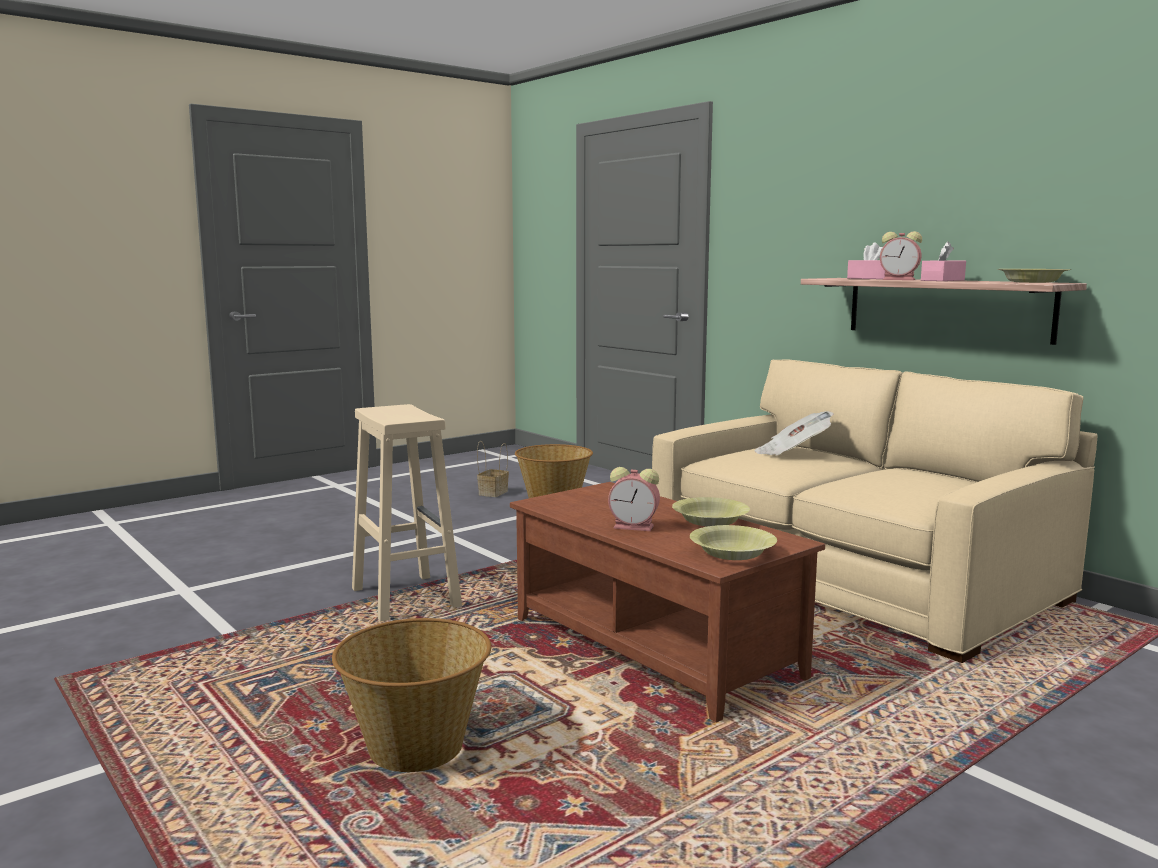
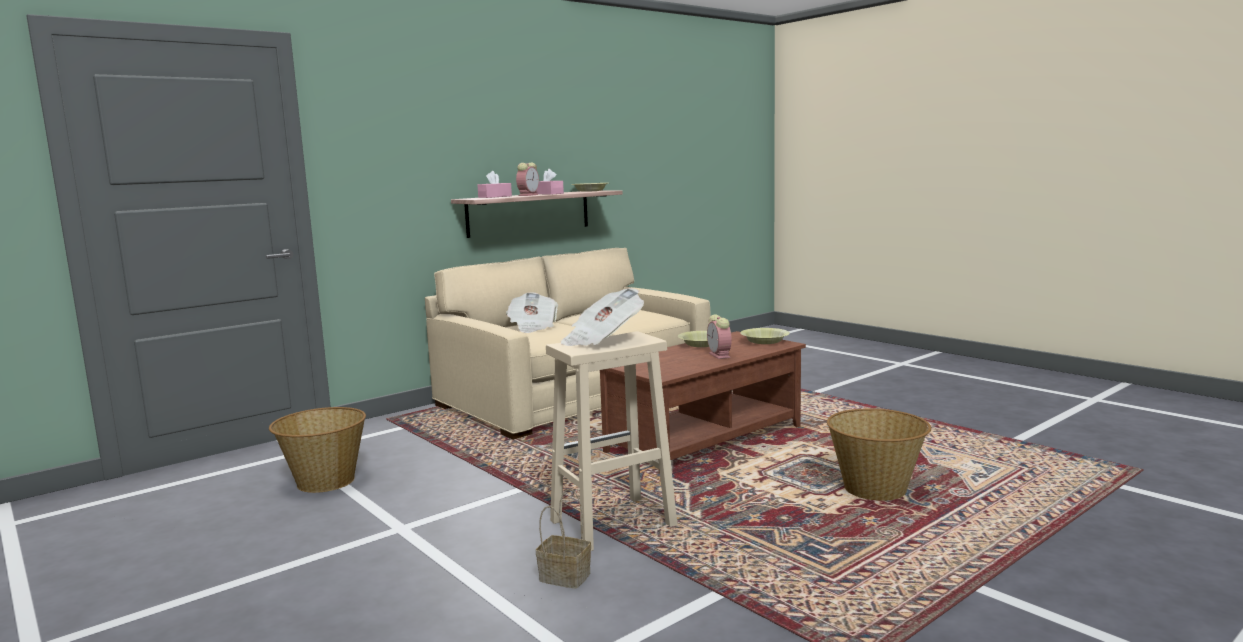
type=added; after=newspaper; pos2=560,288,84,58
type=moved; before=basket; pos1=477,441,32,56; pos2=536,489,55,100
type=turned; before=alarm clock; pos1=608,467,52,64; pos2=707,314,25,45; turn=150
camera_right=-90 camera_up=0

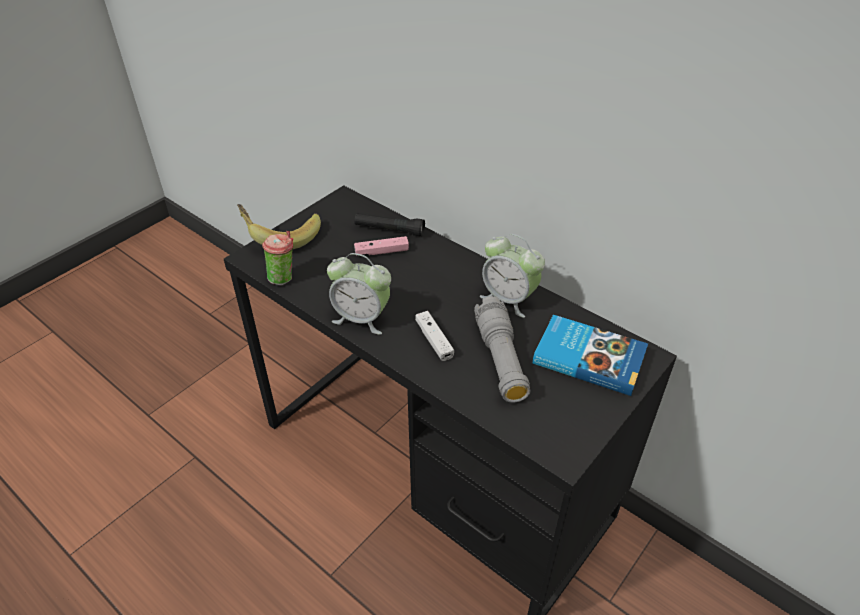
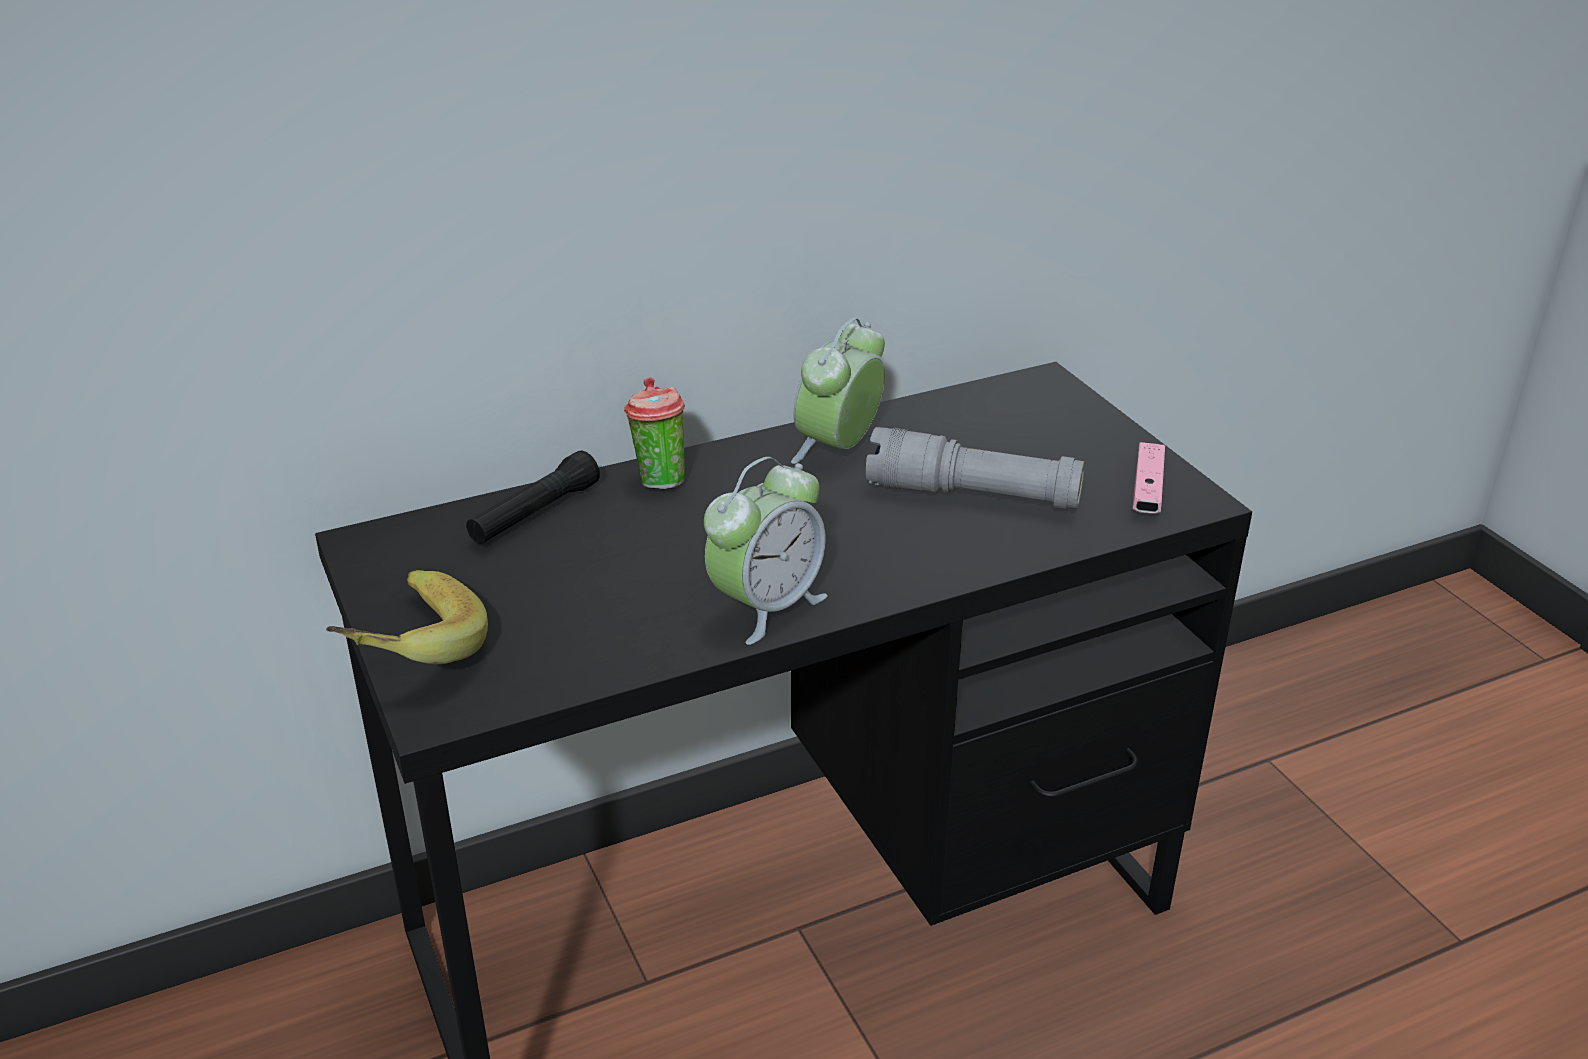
type=removed; before=white game controller; pos1=415,311,39,50
type=removed; before=book; pos1=533,315,115,81
type=moved; before=cup; pos1=262,231,31,55; pos2=624,377,61,112
type=moved; before=pink game controller; pos1=354,236,55,19; pos2=1132,442,33,72
type=turned; before=alarm clock; pos1=480,234,65,84; pos2=791,318,94,146; turn=150
camera_right=-65 camera_up=-10

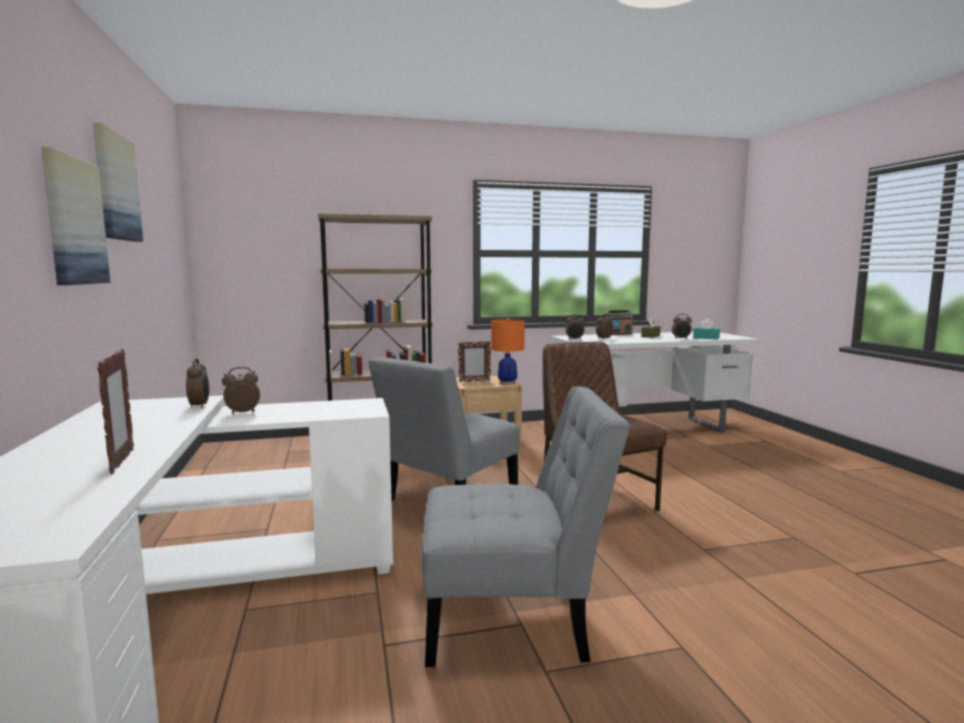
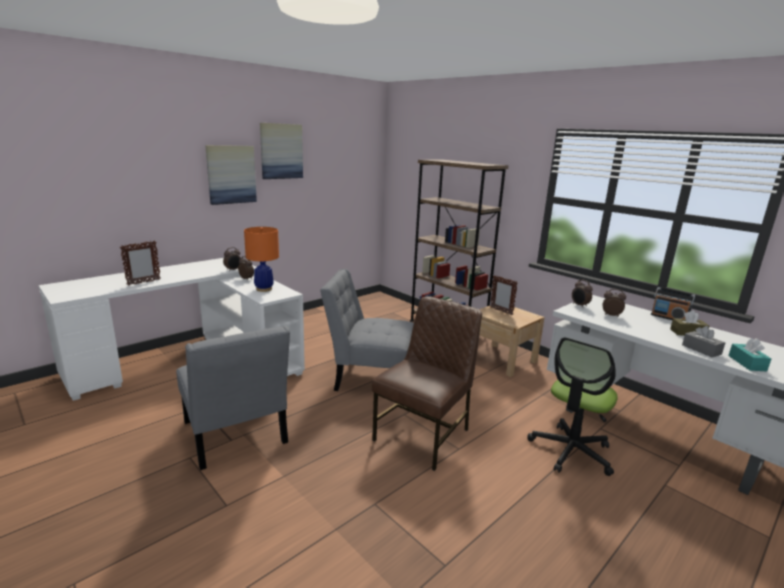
type=added; after=office chair; pos2=527,337,91,139
type=moved; before=orange table lamp; pos1=491,318,34,67; pos2=244,227,35,65
type=replaced; before=alarm clock; after=grey tissue box; pos1=672,314,20,25; pos2=682,326,43,31
camera_right=60 camera_up=10

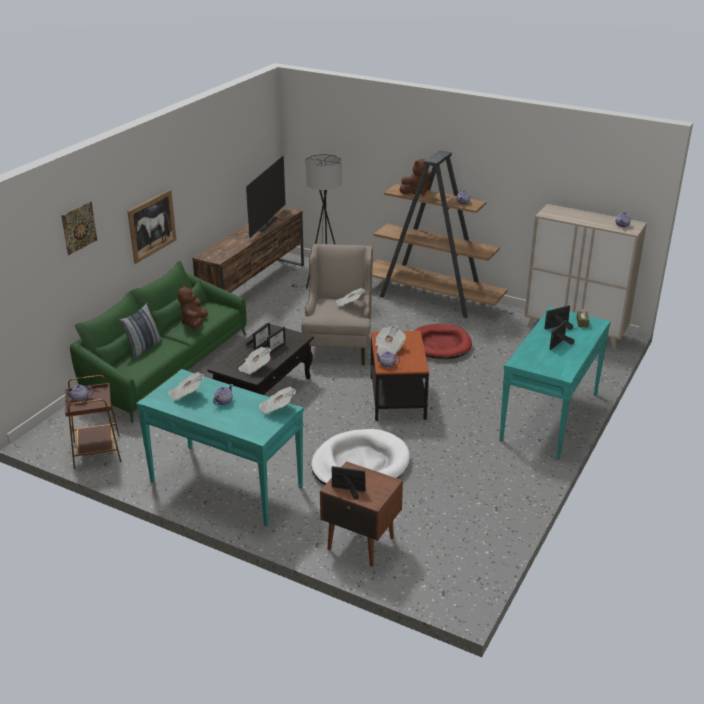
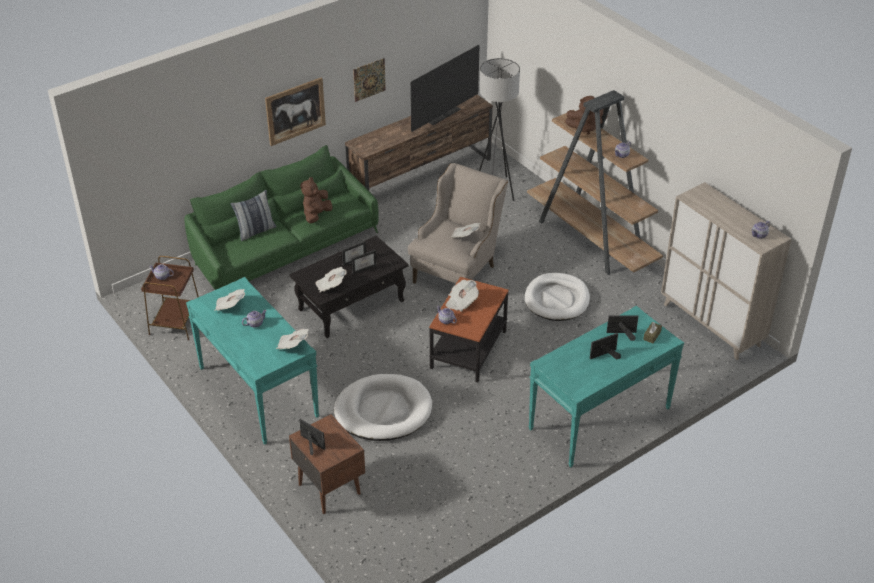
type=moved; before=picture; pos1=61,202,36,53; pos2=353,58,33,44
type=recoloured; before=red dog bed; after=white dog bed; pos1=414,324,58,35; pos2=525,273,65,48
camera_right=25 camera_up=10

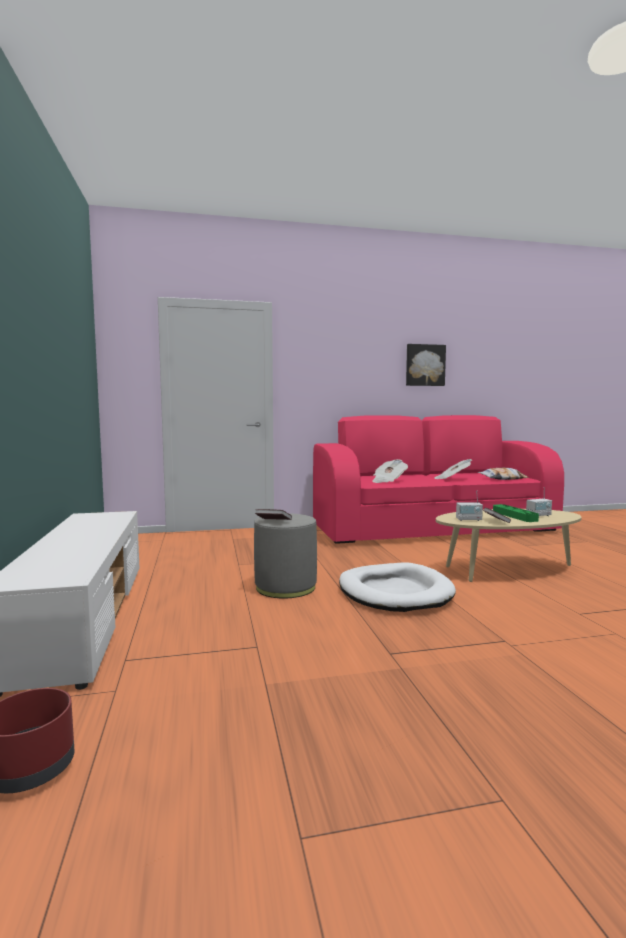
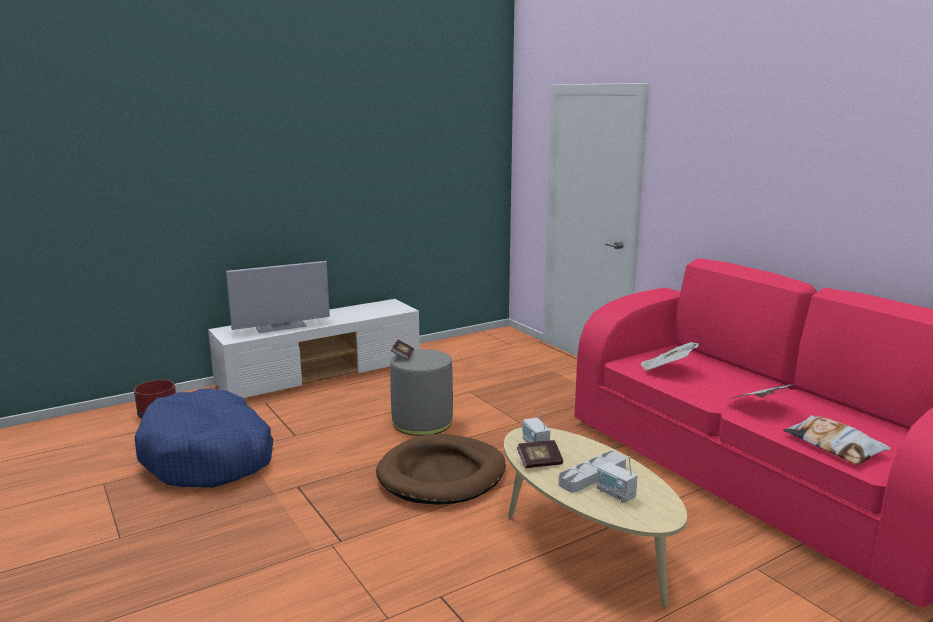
type=removed; before=picture; pos1=406,344,40,42
type=added; after=blue dog bed; pos2=135,388,138,100
type=added; after=television; pos2=226,261,104,72
type=recoloured; before=white dog bed; after=brown dog bed; pos1=339,562,117,50; pos2=376,434,130,70
type=recoloured; before=green tray; after=grey tray; pos1=493,504,46,18; pos2=558,451,68,42
camera_right=70 camera_up=10

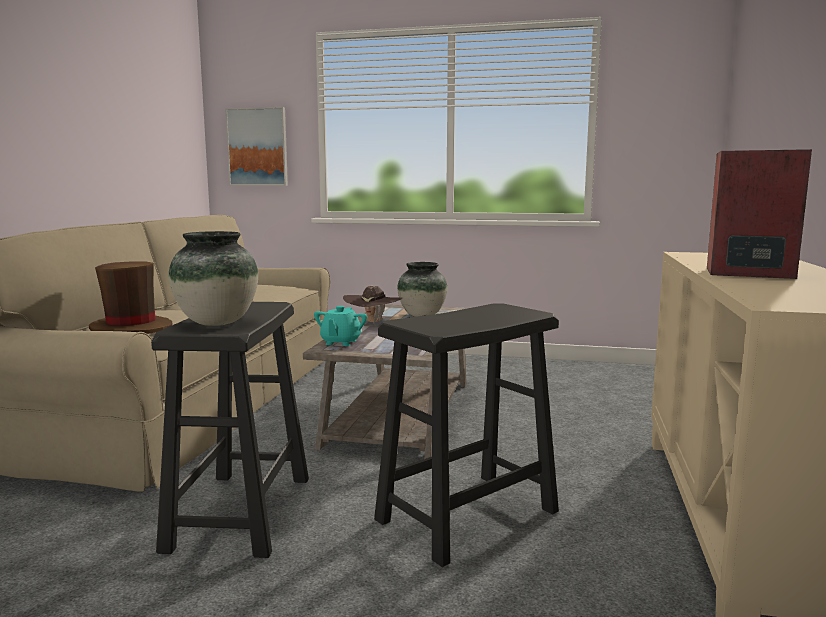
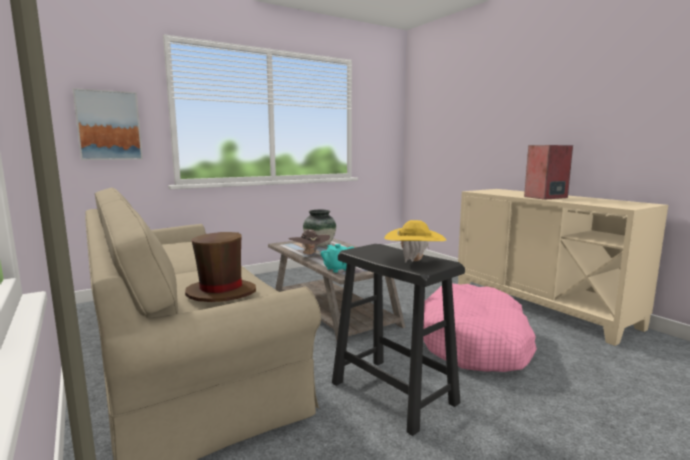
type=replaced; before=vase; after=yellow hat; pos1=169,231,89,95; pos2=384,220,62,43
type=replaced; before=black stool; after=pink dog bed; pos1=374,303,185,264; pos2=423,283,114,89
camera_right=-45 camera_up=0

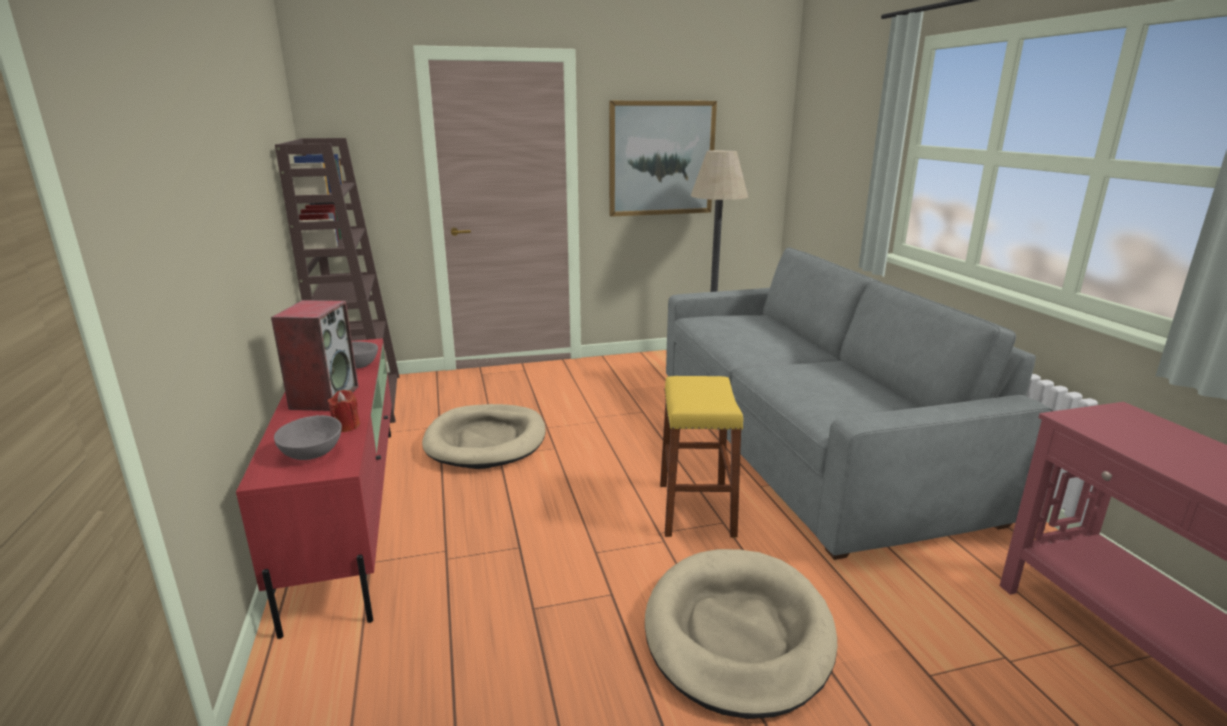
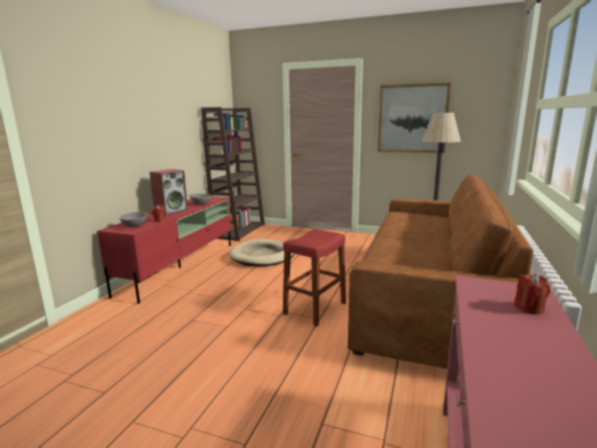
type=removed; before=beige dog bed; pos1=645,549,192,170
type=added; after=red candle; pos2=514,274,36,40
type=recoloured; before=yellow stool; after=red stool; pos1=660,376,84,161; pos2=283,229,63,97
type=recoloured; before=grey sofa; after=brown sofa; pos1=666,247,387,313; pos2=348,174,185,197
camera_right=35 camera_up=-5

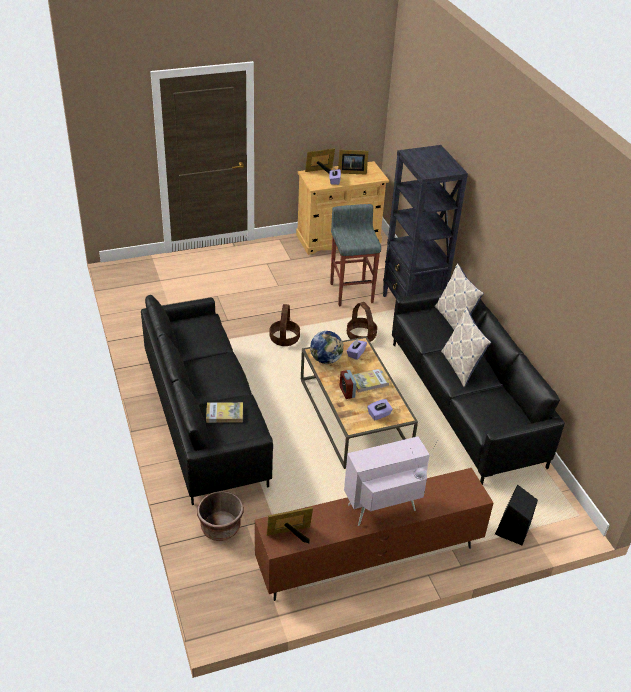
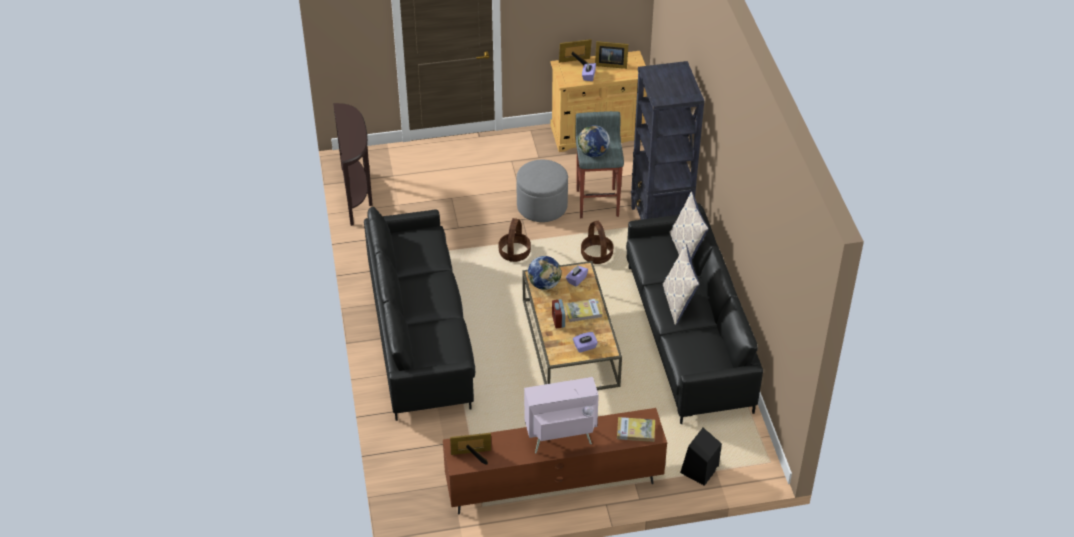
type=removed; before=brown planter; pos1=197,491,47,50
type=added; after=brown console table; pos2=333,103,40,123
type=added; after=grey ottoman; pos2=516,160,52,62
type=added; after=globe; pos2=578,125,32,32
type=moved; before=book; pos1=206,402,37,21; pos2=617,417,38,25
camera_right=10 camera_up=5

